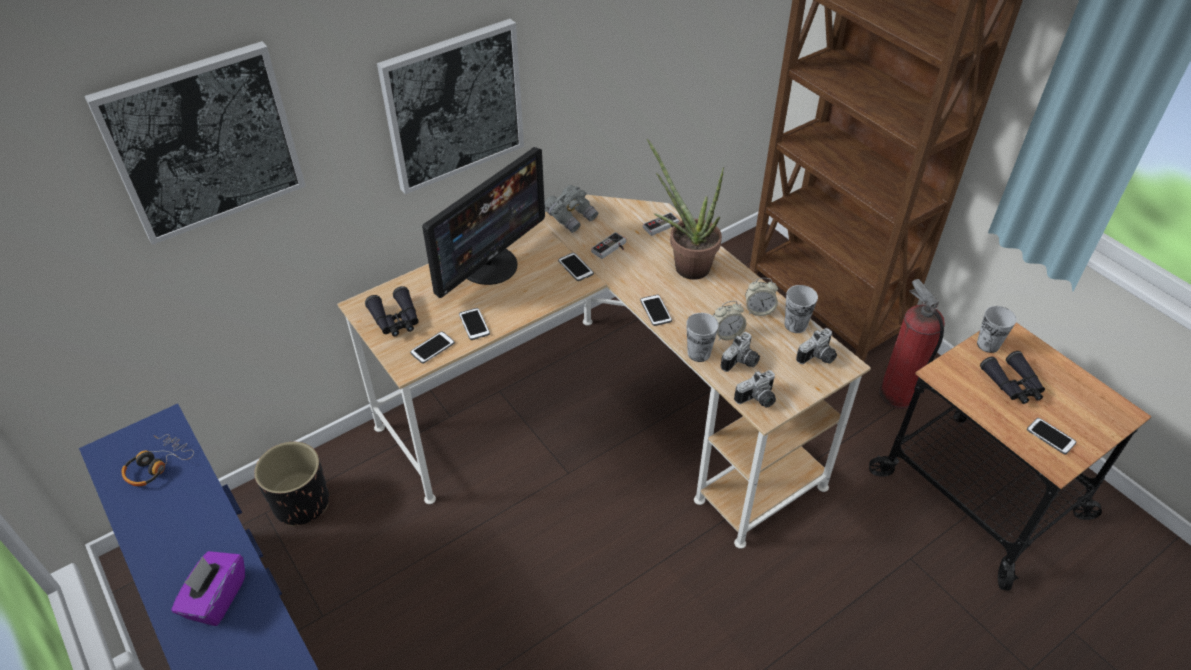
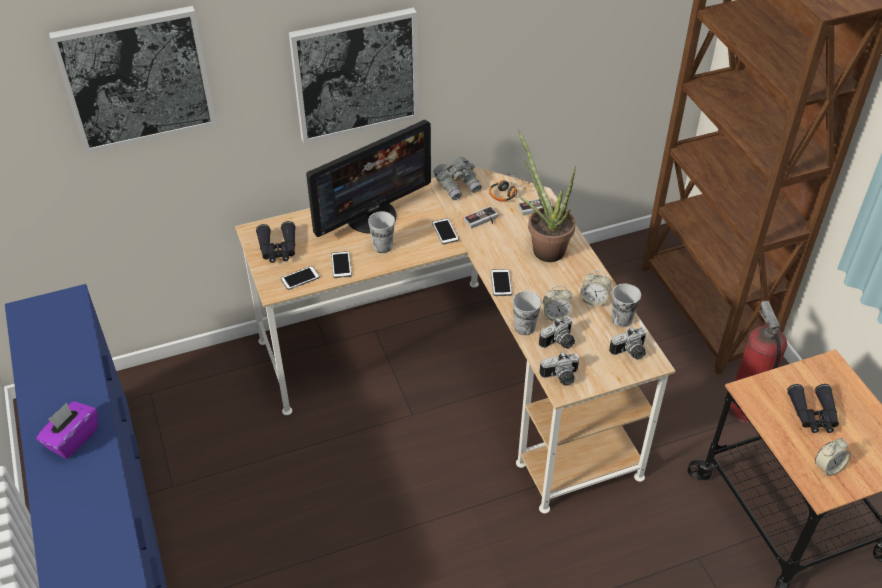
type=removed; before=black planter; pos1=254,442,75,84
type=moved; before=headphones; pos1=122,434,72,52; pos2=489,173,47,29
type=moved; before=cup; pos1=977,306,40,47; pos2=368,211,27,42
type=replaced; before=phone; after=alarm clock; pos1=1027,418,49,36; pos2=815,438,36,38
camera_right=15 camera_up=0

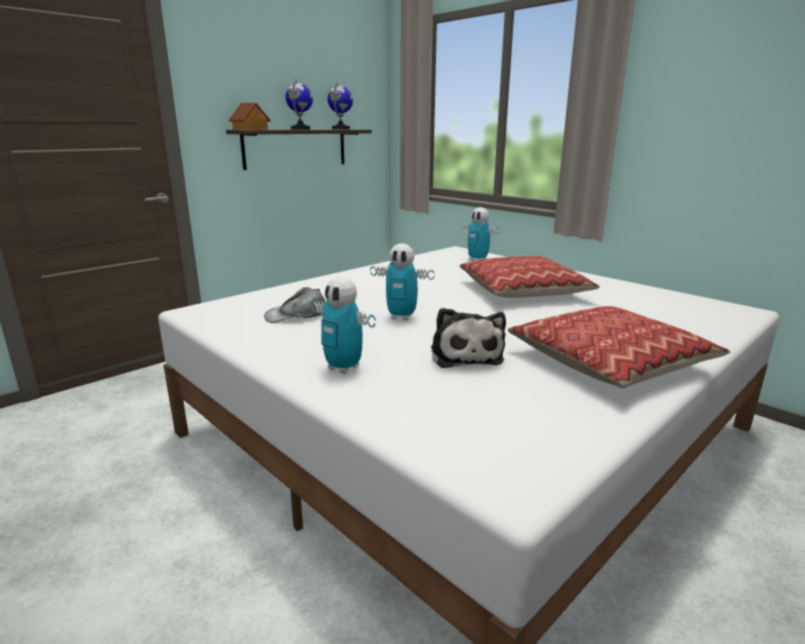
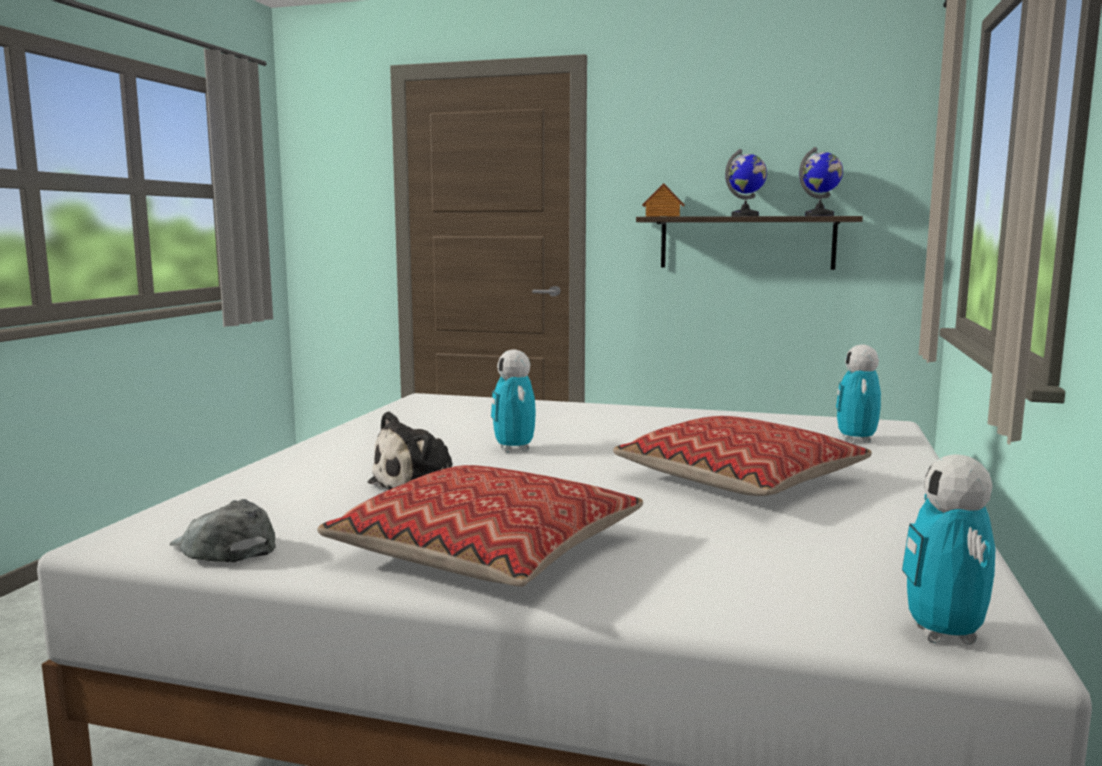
type=moved; before=grey cap; pos1=264,287,61,36; pos2=169,499,107,63
type=moved; before=toy robot; pos1=311,277,65,97; pos2=902,454,94,191
camera_right=60 camera_up=-10

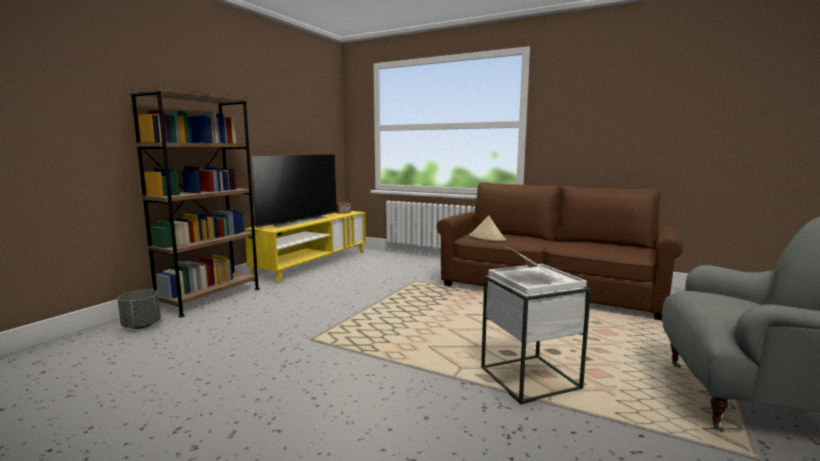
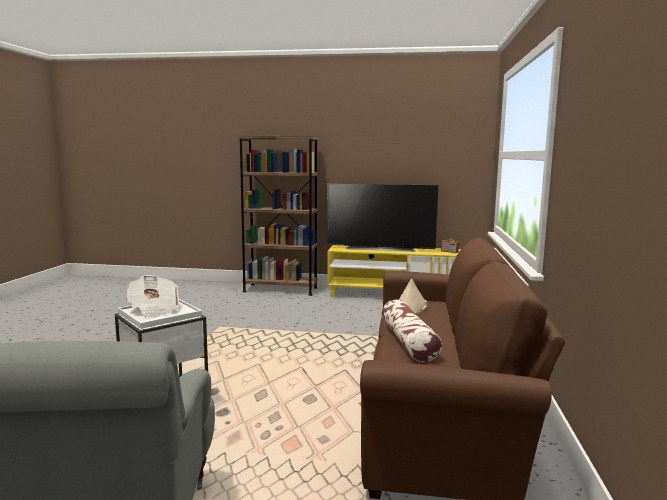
type=removed; before=grey planter; pos1=117,289,44,40
type=added; after=pillow; pos2=382,300,60,62
camera_right=70 camera_up=0

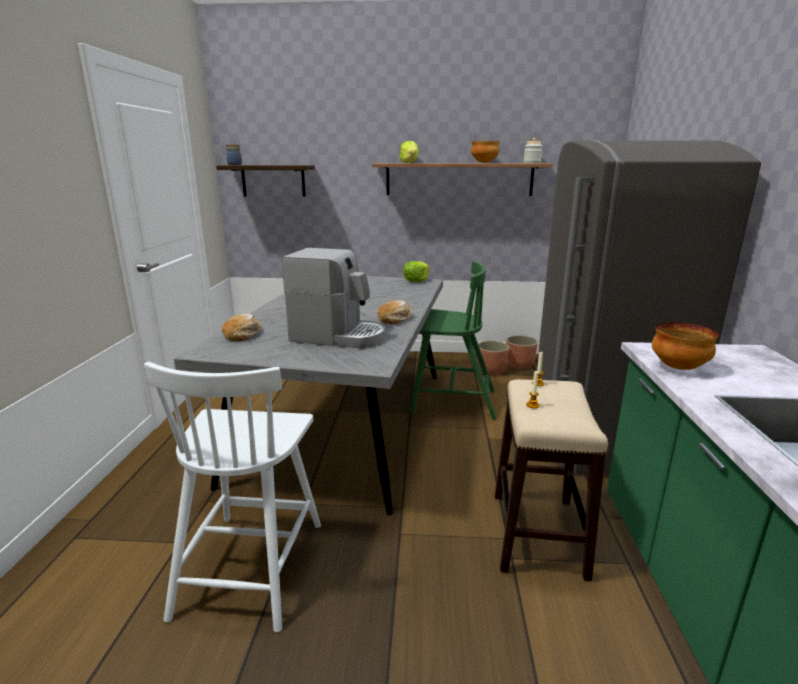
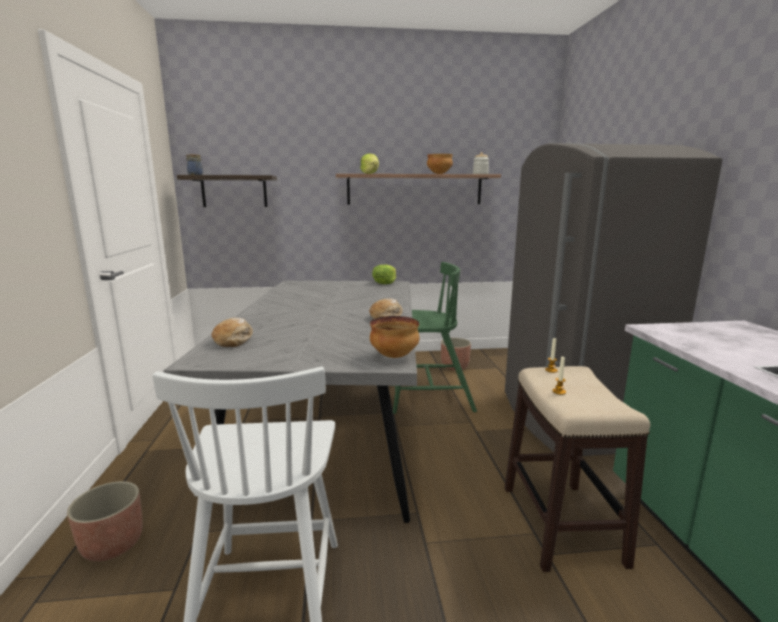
type=removed; before=coffee machine; pos1=282,248,103,100
type=moved; before=planter; pos1=506,335,32,34; pos2=67,481,76,80
type=moved; before=bowl; pos1=652,322,67,48; pos2=370,316,49,42
camera_right=-10 camera_up=-5

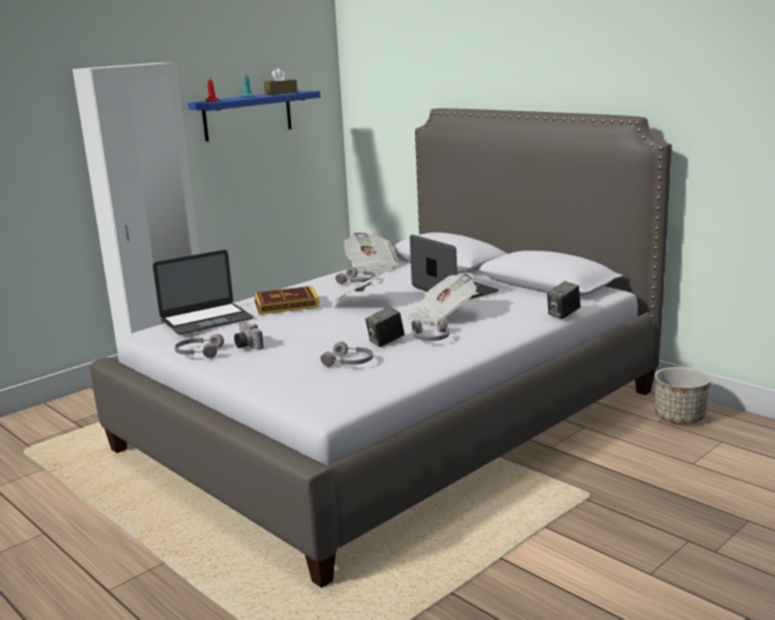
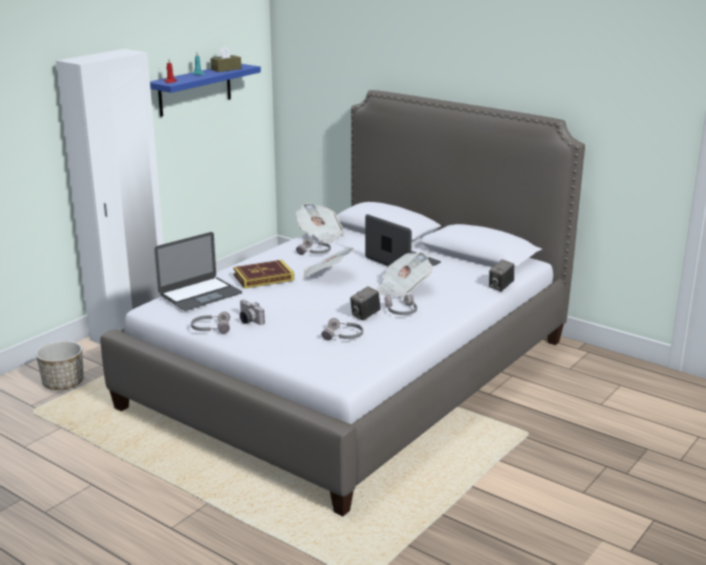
type=moved; before=planter; pos1=654,367,57,57; pos2=36,341,48,49
camera_right=-10 camera_up=5

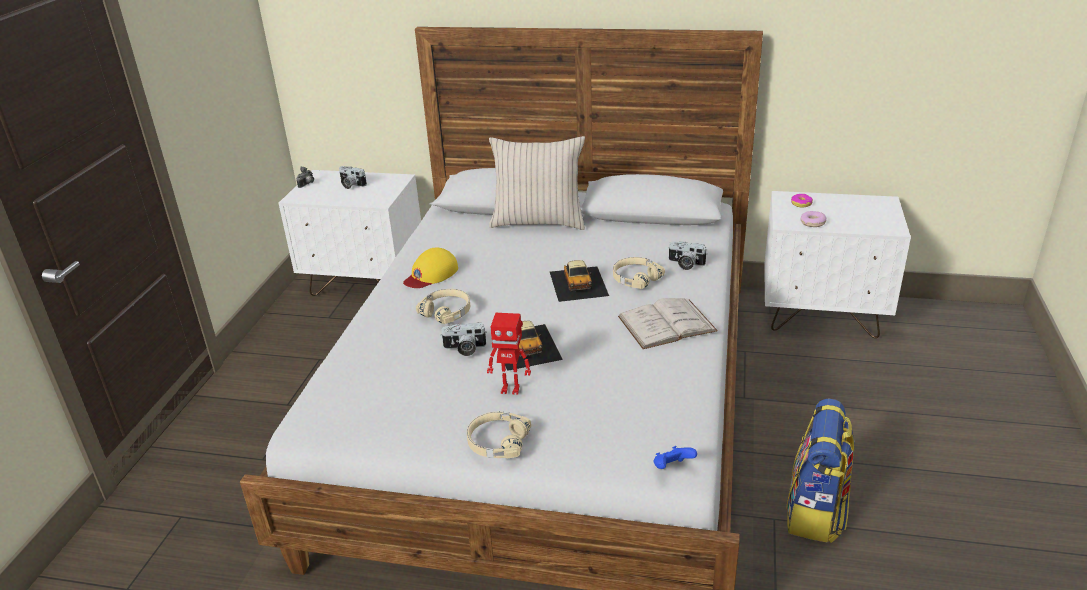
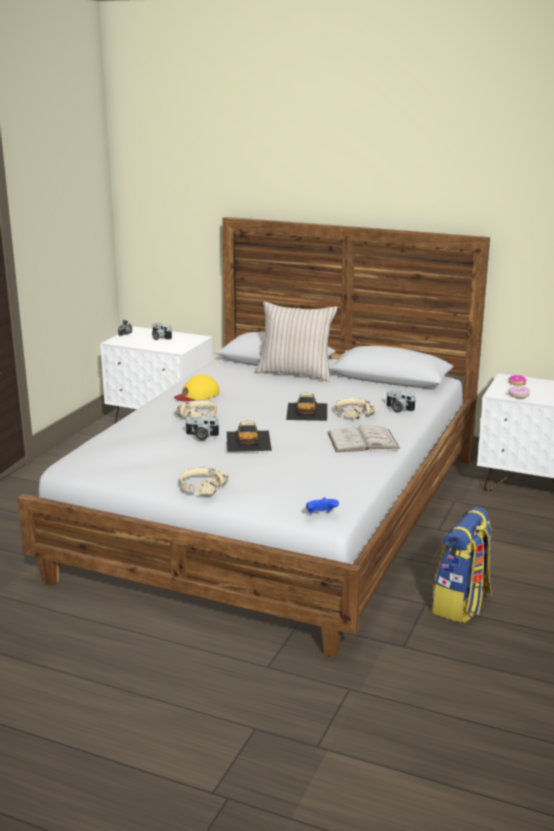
type=removed; before=toy robot; pos1=487,313,44,82
camera_right=10 camera_up=-10

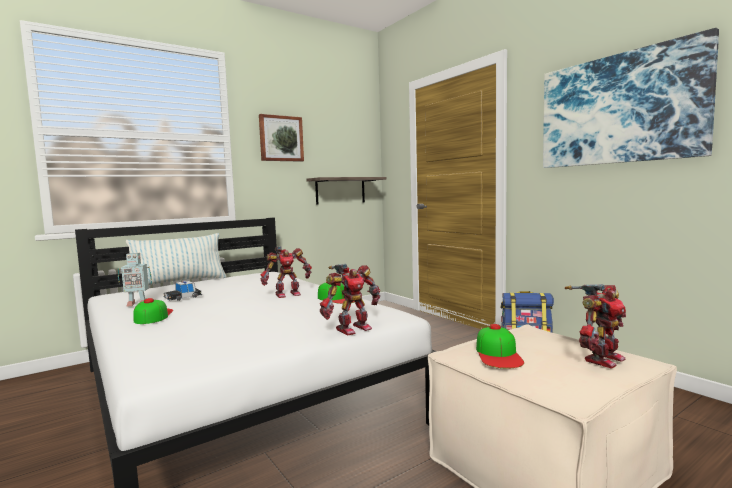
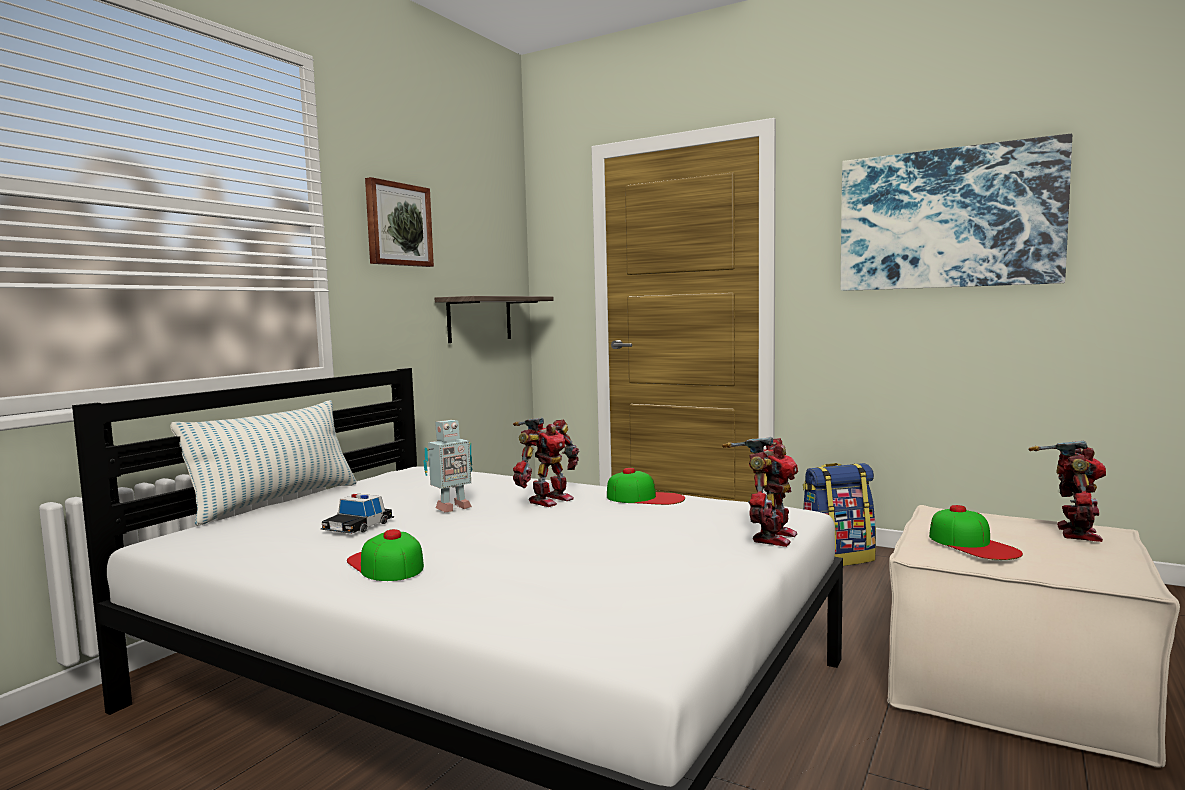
type=moved; before=toy robot; pos1=118,253,34,53; pos2=423,420,50,92
camera_right=-25 camera_up=0

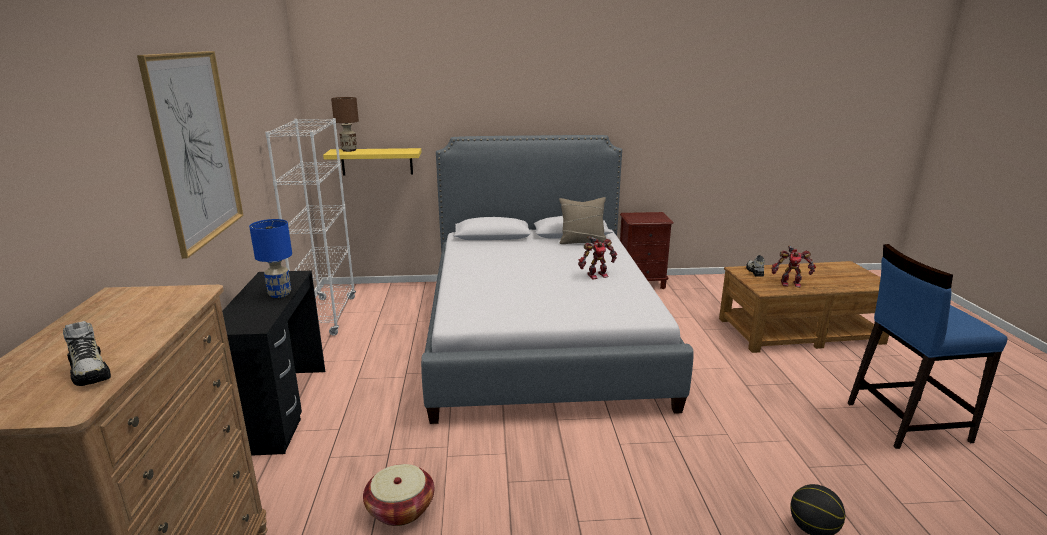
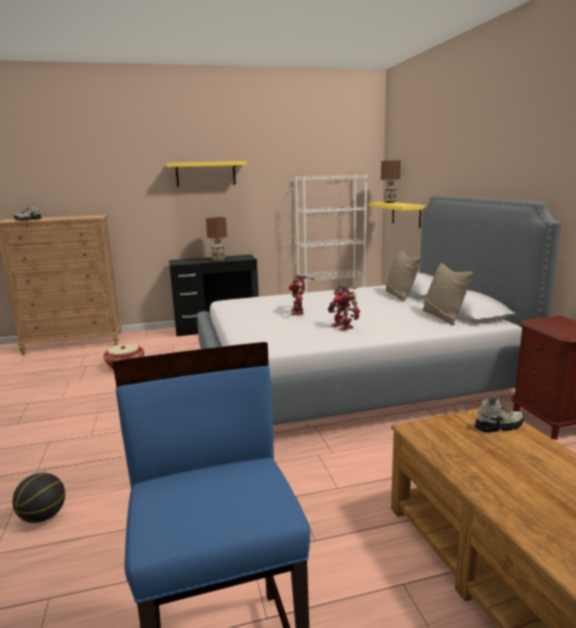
type=added; after=beige pillow; pos2=386,250,35,52
type=moved; before=toy robot; pos1=771,245,45,42; pos2=289,275,26,40
type=replaced; before=picture; after=yellow shelf; pos1=137,51,106,208; pos2=167,161,80,25
type=recoloured; before=blue table lamp; after=brown table lamp; pos1=249,219,43,79; pos2=206,217,21,44
camera_right=80 camera_up=-5

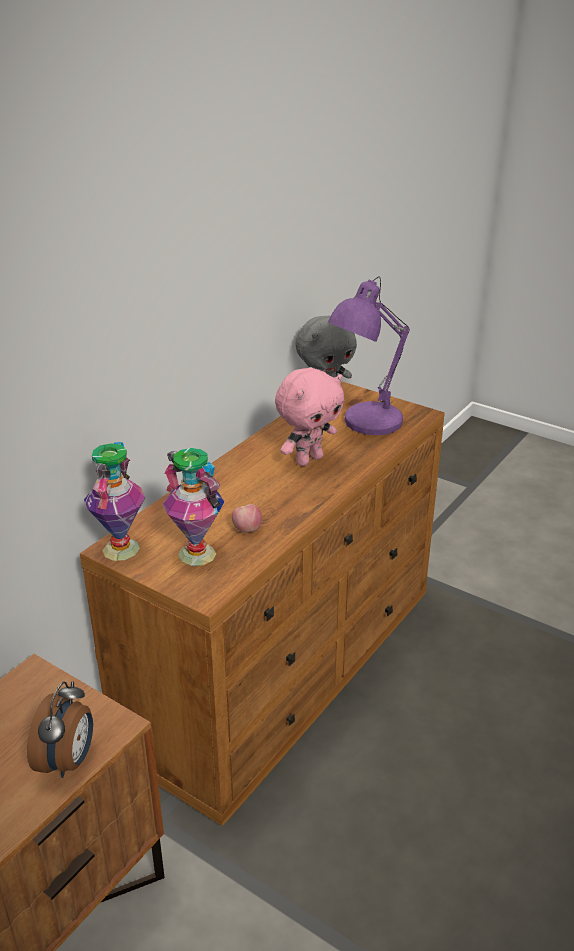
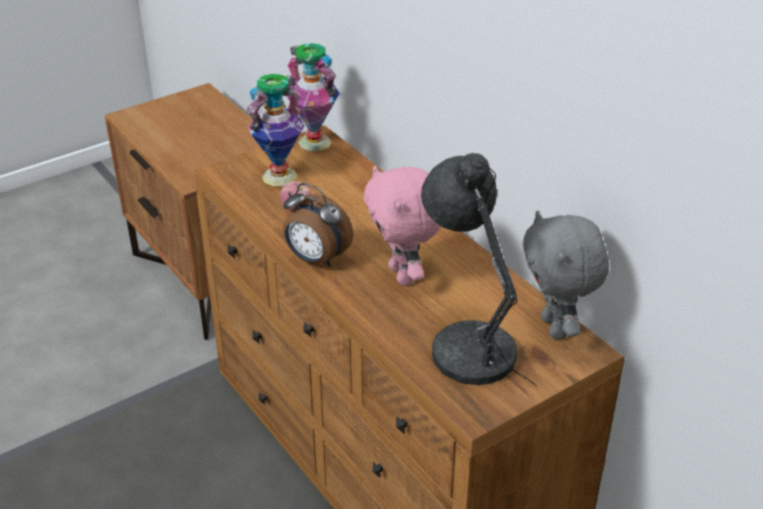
type=moved; before=alarm clock; pos1=27,681,66,97; pos2=283,183,70,84
type=recoloured; before=purple table lamp; after=grey table lamp; pos1=328,276,82,159; pos2=421,153,116,234
camera_right=110 camera_up=5

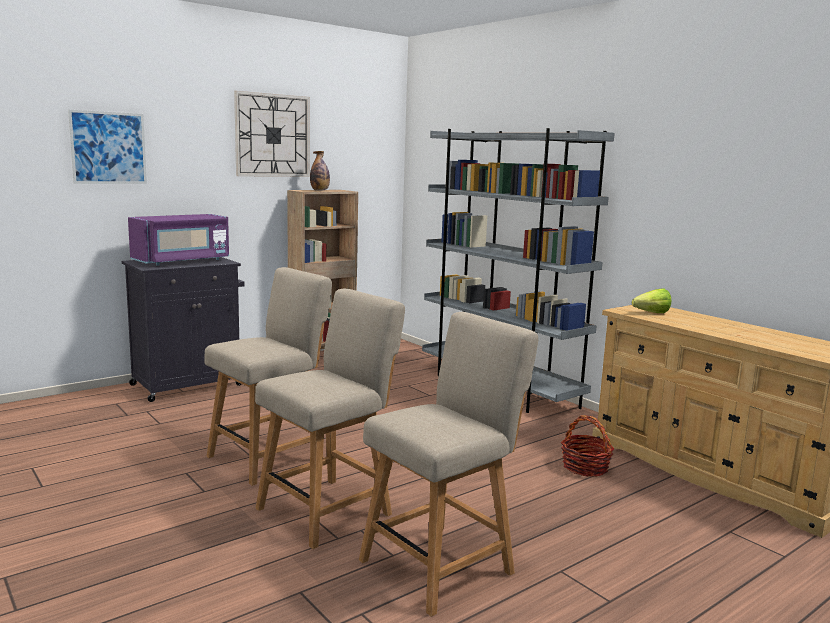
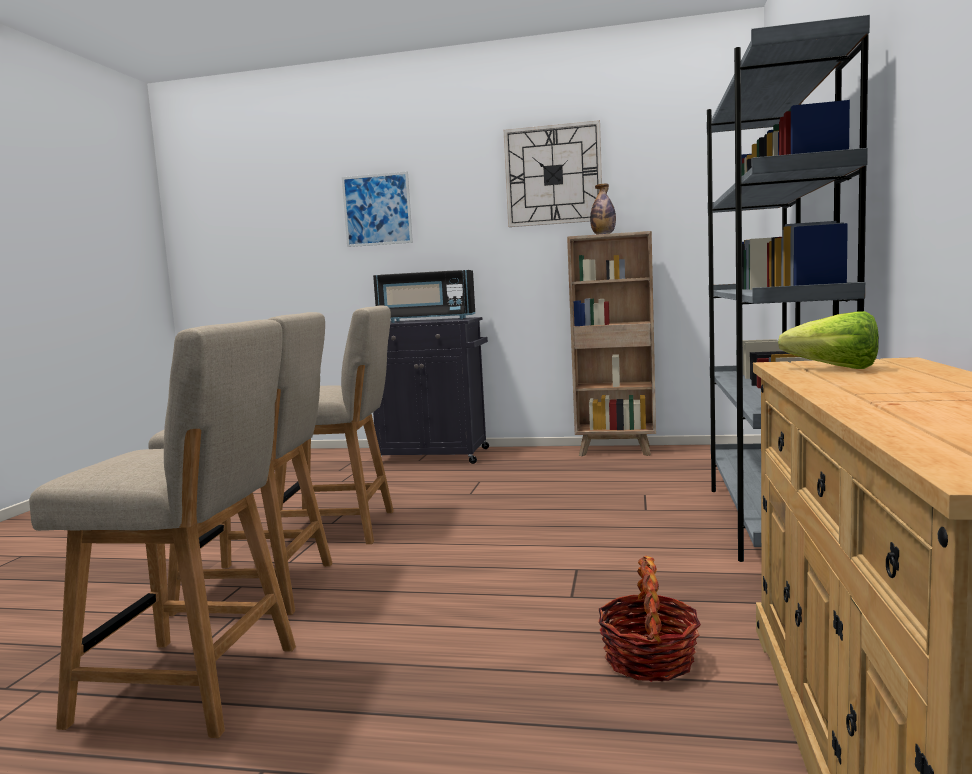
type=recoloured; before=purple microwave; after=black microwave; pos1=128,214,101,52; pos2=373,270,102,53
camera_right=50 camera_up=-5

